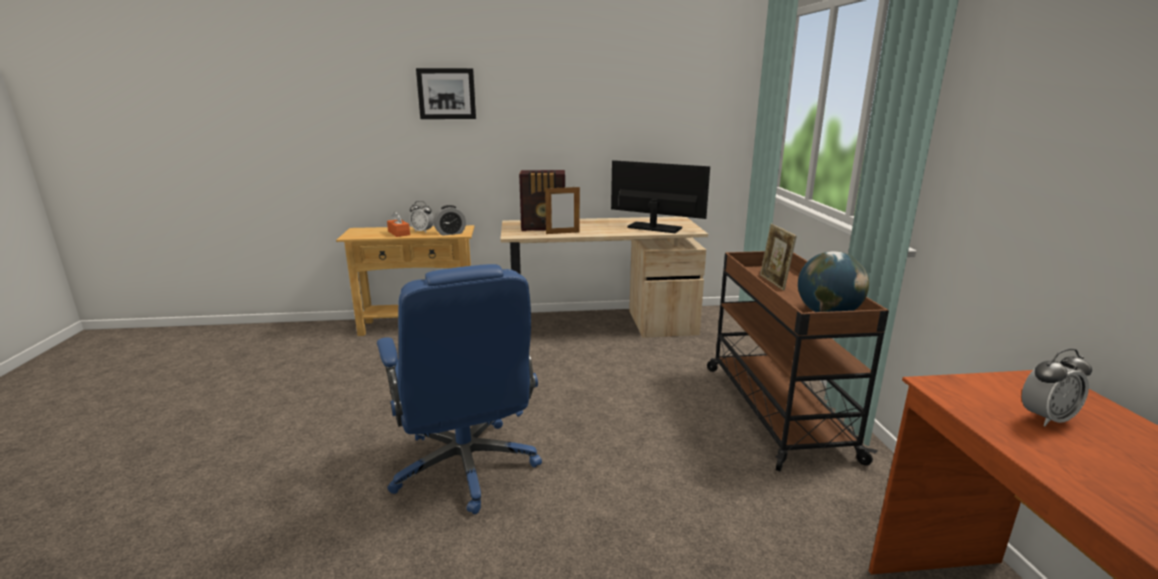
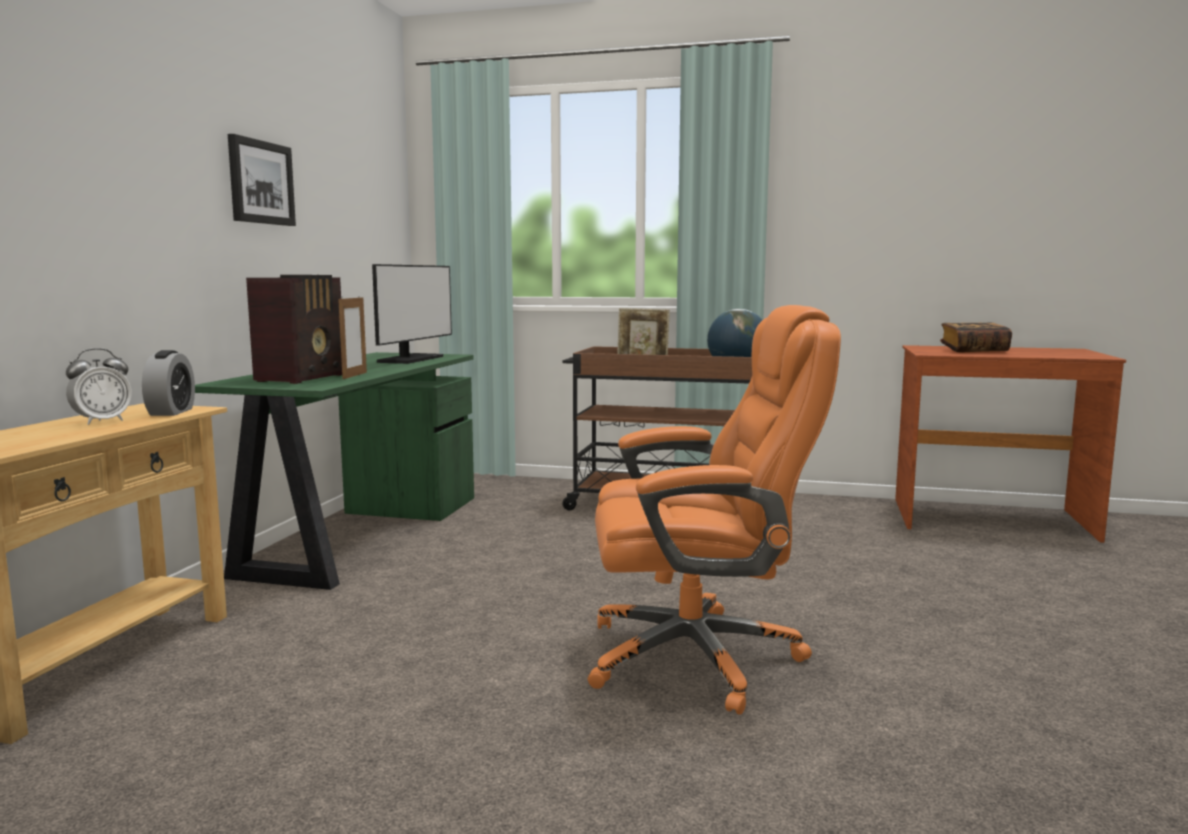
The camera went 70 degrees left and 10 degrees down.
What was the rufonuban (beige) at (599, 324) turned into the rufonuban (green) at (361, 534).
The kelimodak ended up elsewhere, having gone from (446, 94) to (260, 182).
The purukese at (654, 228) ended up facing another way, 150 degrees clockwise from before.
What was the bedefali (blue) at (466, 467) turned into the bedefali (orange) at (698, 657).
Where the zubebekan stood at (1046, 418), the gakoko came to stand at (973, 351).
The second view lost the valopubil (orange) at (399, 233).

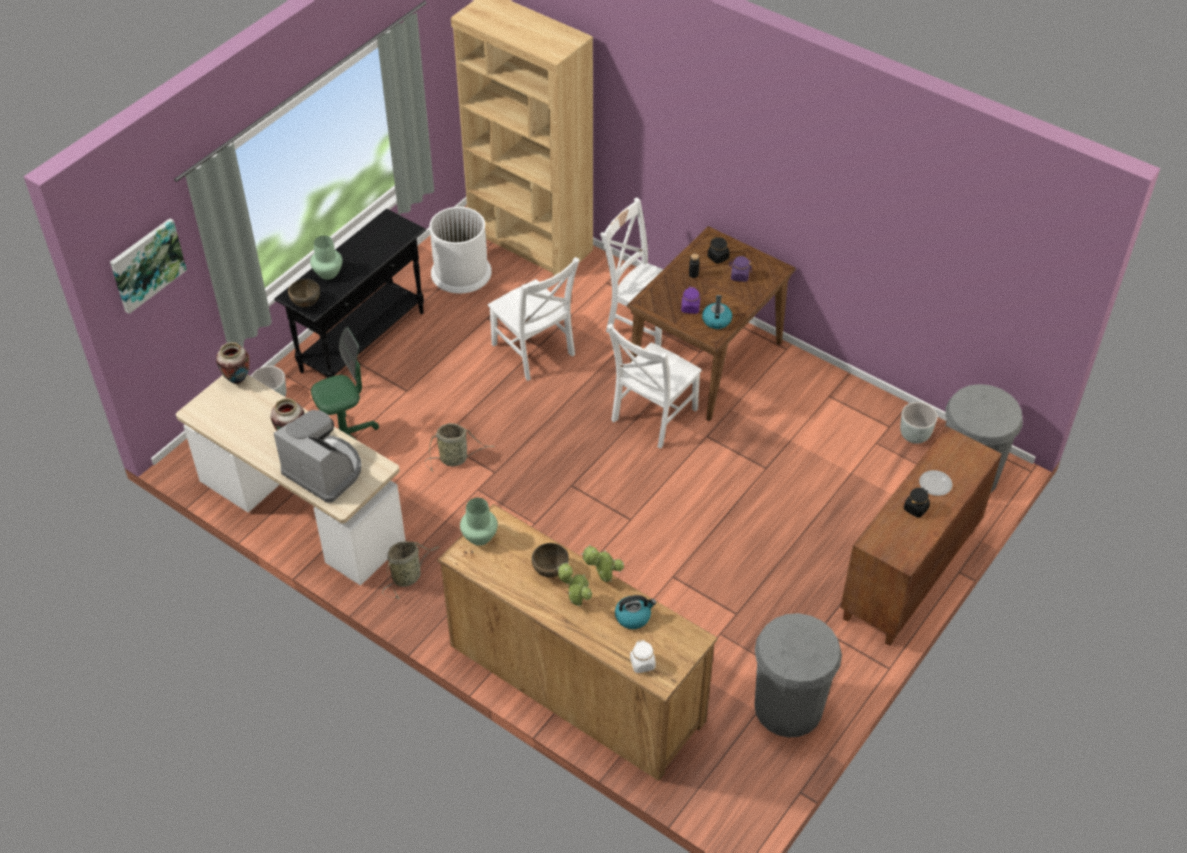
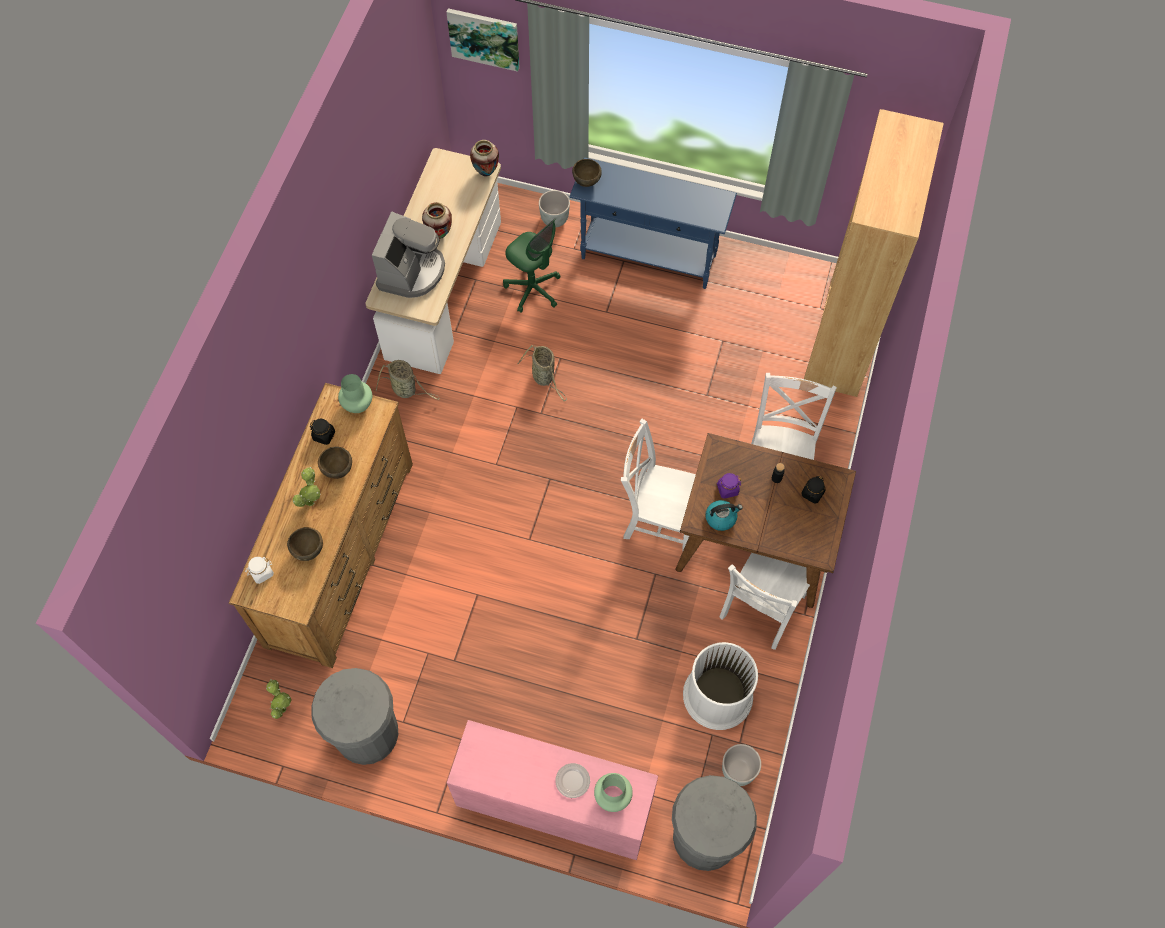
The camera went 70 degrees right and 15 degrees up.
The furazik ended up elsewhere, having gone from (603, 579) to (282, 707).
Where the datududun stood at (633, 616), the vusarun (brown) came to stand at (309, 550).
The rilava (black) ended up elsewhere, having gone from (916, 508) to (324, 435).
What was the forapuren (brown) at (910, 575) turned into the forapuren (pink) at (553, 807).
What was the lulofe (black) at (363, 341) turned into the lulofe (blue) at (649, 257).
The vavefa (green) ended up elsewhere, having gone from (328, 273) to (613, 796).
The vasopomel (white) ended up elsewhere, having gone from (461, 272) to (717, 695).
The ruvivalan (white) ended up elsewhere, having gone from (534, 352) to (760, 609).
The second view lost the rilava (purple) at (739, 276).

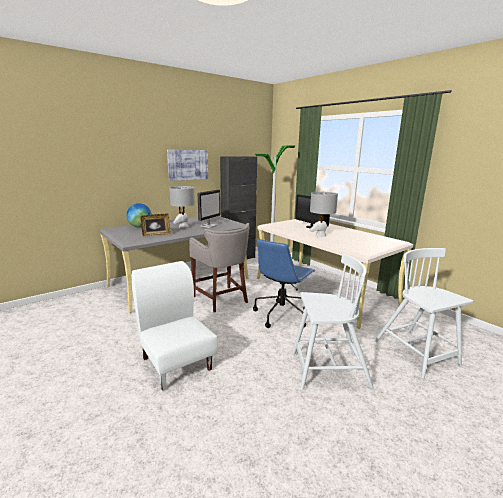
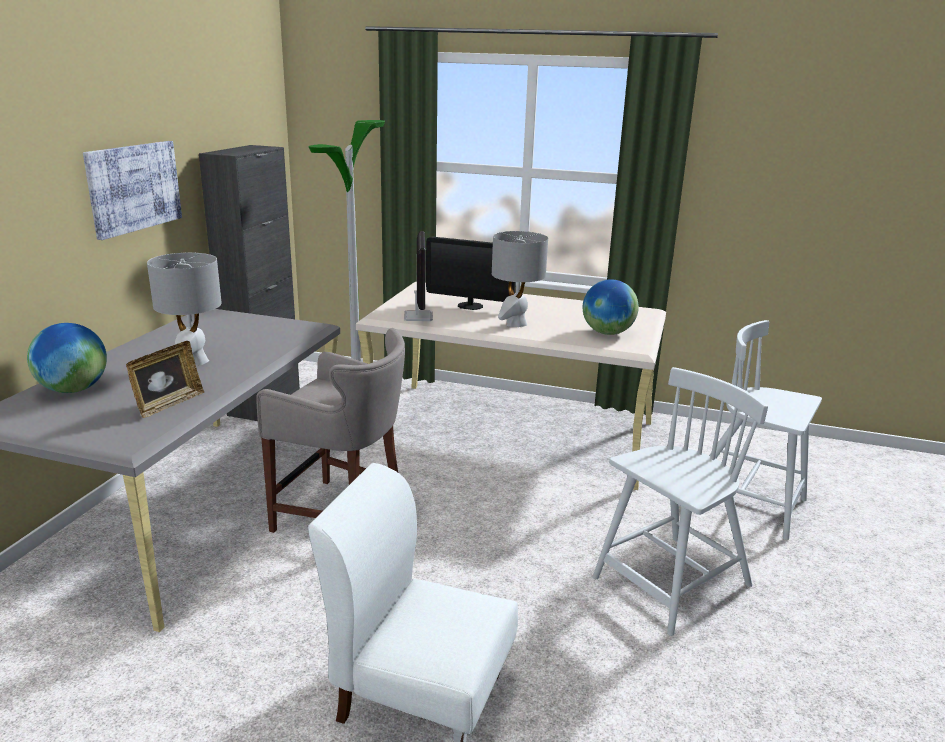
The camera went 35 degrees left and 5 degrees up.
The purukese ended up elsewhere, having gone from (208, 225) to (418, 316).
The second view gained the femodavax at (607, 333).
The second view lost the bedefali (blue) at (282, 314).

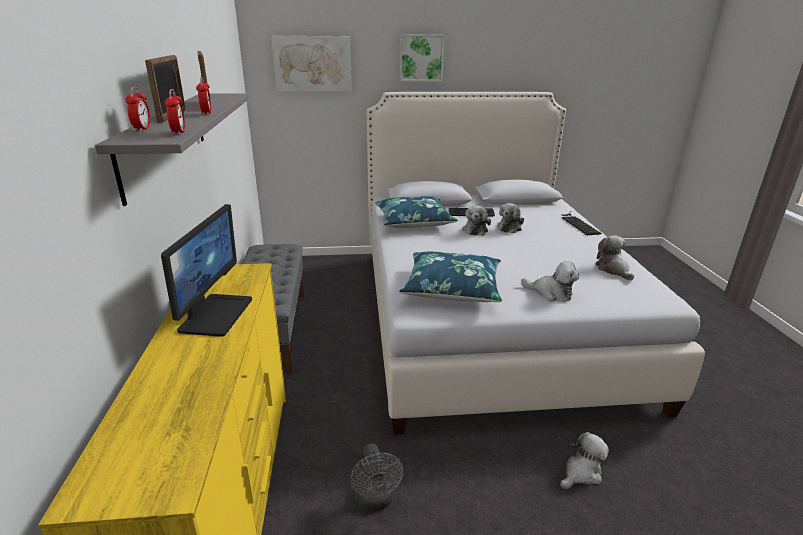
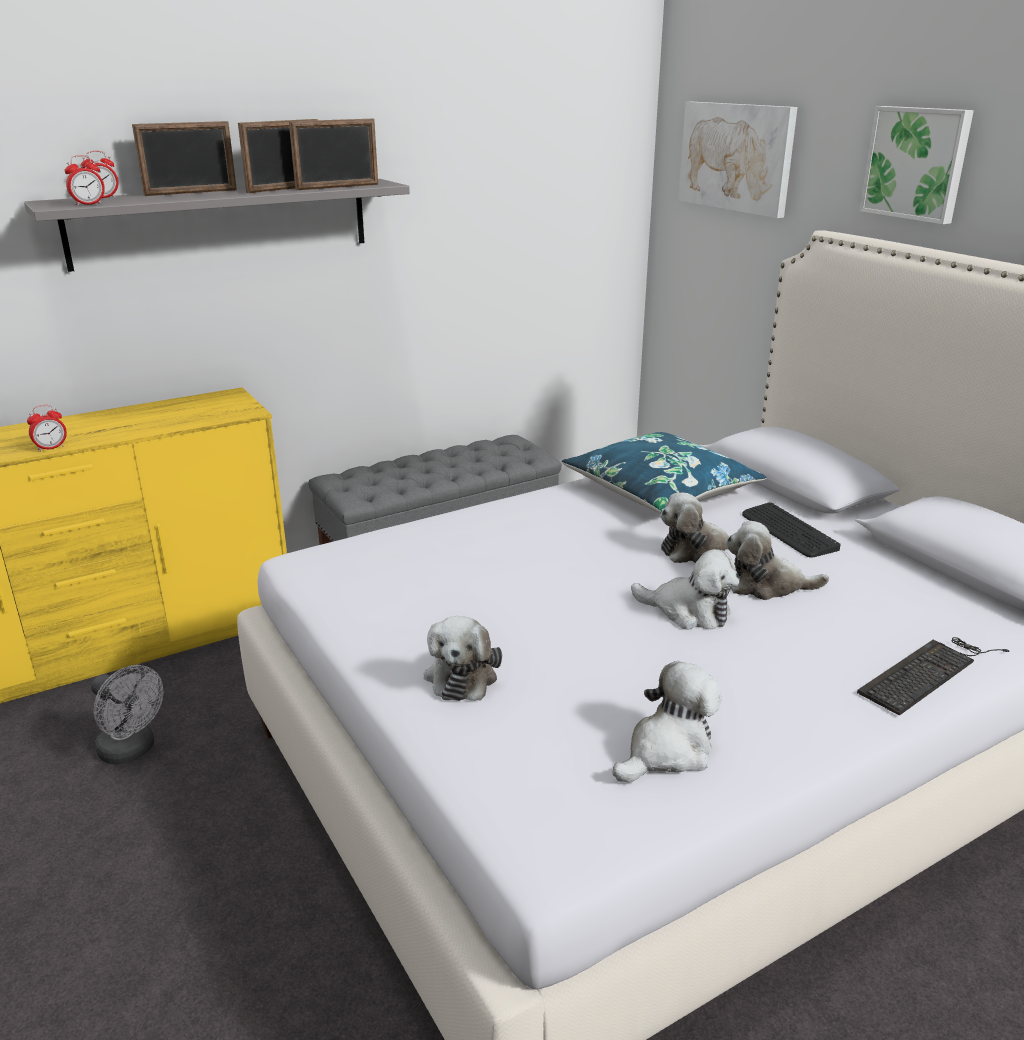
The camera went 65 degrees right and 0 degrees up.
The zubebekan ended up elsewhere, having gone from (207, 113) to (51, 448).
The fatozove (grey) at (375, 501) ended up facing another way, 105 degrees counterclockwise from before.
The second view gained the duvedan at (338, 187).
The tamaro ended up elsewhere, having gone from (581, 472) to (688, 612).
The second view lost the purukese at (215, 314).
The second view lost the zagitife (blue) at (452, 288).

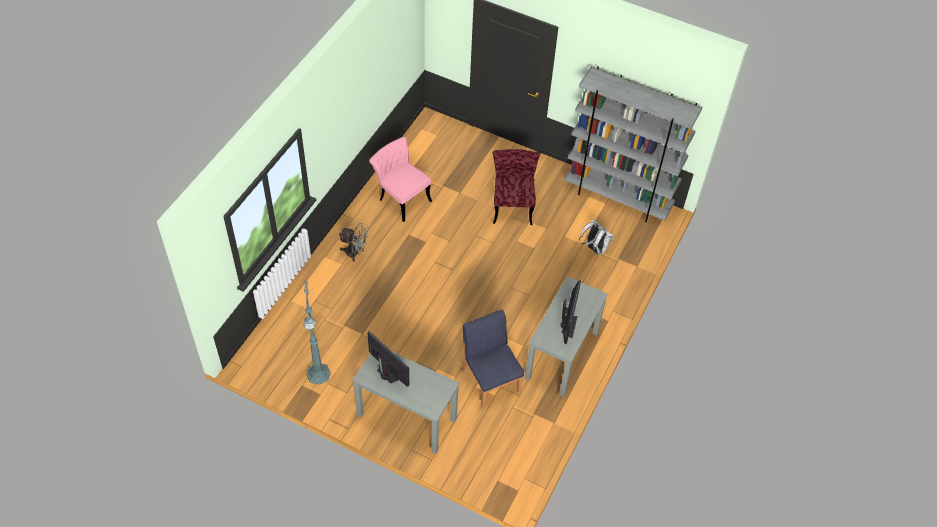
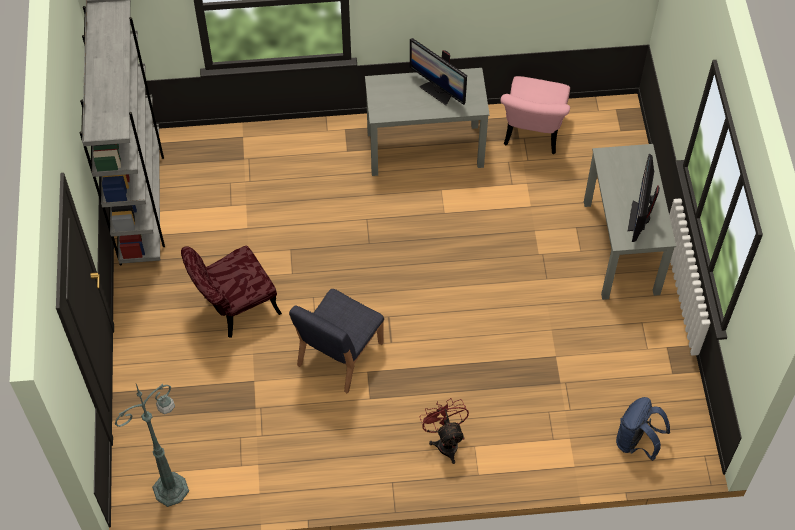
The camera went 120 degrees left and 5 degrees up.
The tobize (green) ended up elsewhere, having gone from (318, 375) to (172, 488).
The ruvivalan (blue) ended up elsewhere, having gone from (490, 380) to (339, 354).
The purukese at (568, 325) ended up facing another way, 120 degrees counterclockwise from before.
What was the fatozove (grey) at (355, 253) turned into the fatozove (red) at (446, 441).
The ruvivalan (pink) ended up elsewhere, having gone from (401, 198) to (532, 135).
The second view gained the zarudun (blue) at (637, 442).
The second view lost the zarudun (white) at (594, 248).

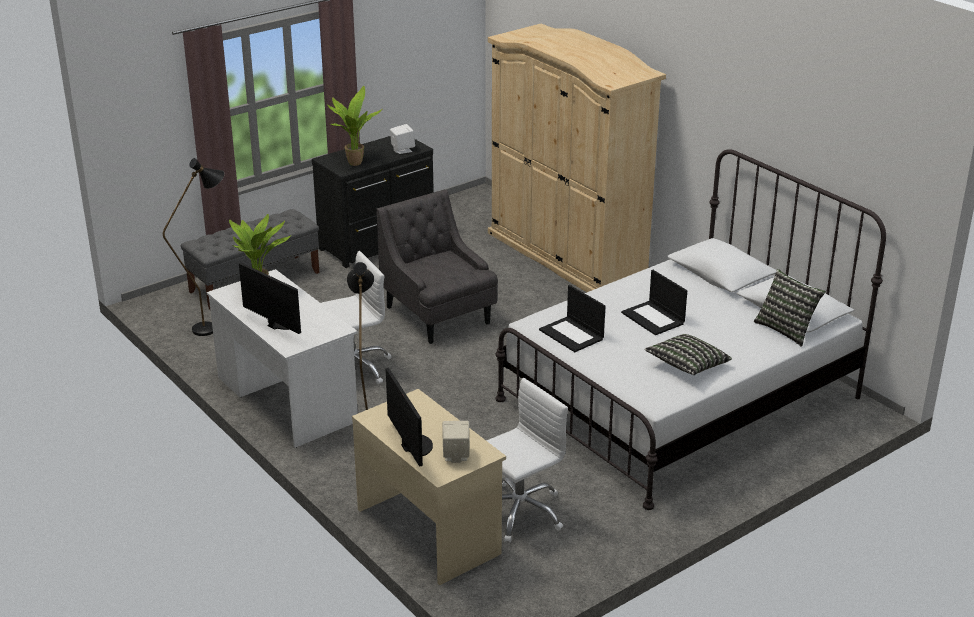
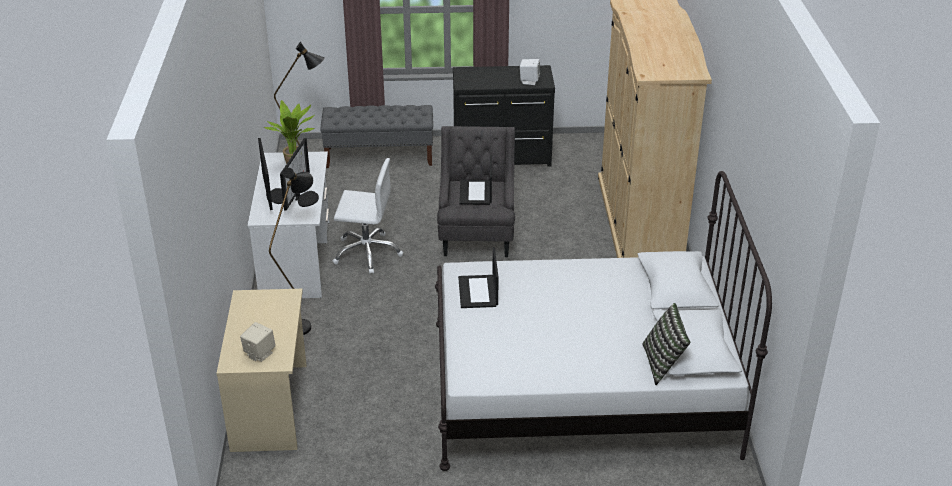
The camera went 35 degrees right and 5 degrees up.
The purukese ended up elsewhere, having gone from (413, 445) to (305, 198).
The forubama ended up elsewhere, having gone from (653, 318) to (476, 193).
The second view lost the furazik at (353, 163).
The second view lost the bedefali (white) at (519, 512).
The second view lost the zagitife at (687, 366).

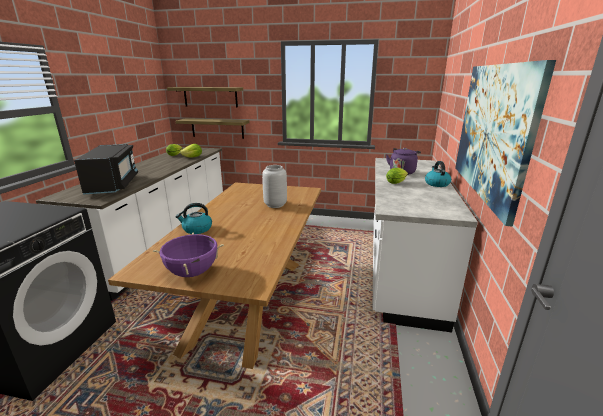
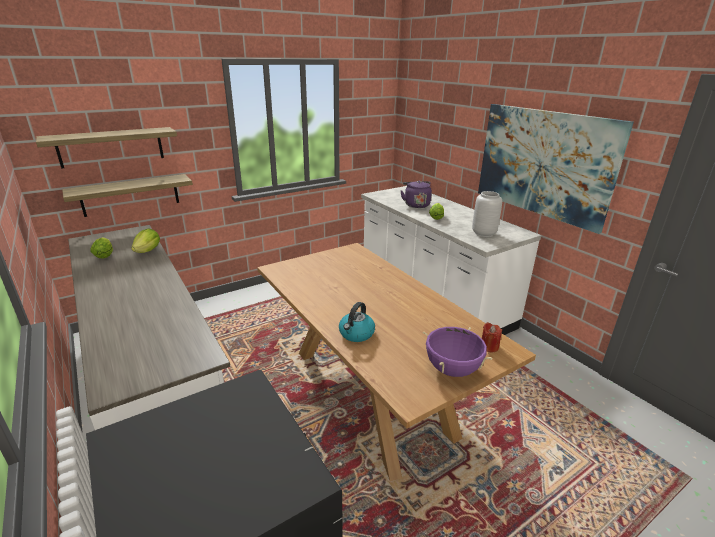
The camera went 45 degrees left and 5 degrees up.
The vavefa (grey) ended up elsewhere, having gone from (275, 205) to (484, 233).
The second view gained the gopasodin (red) at (489, 346).
The second view lost the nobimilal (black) at (113, 185).
The second view lost the datududun at (436, 184).

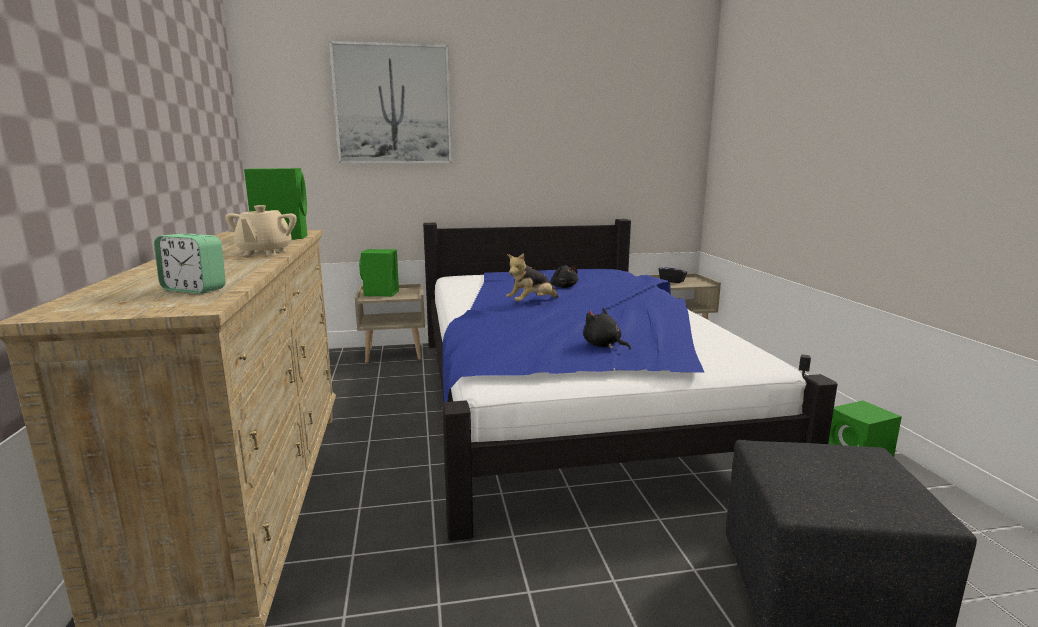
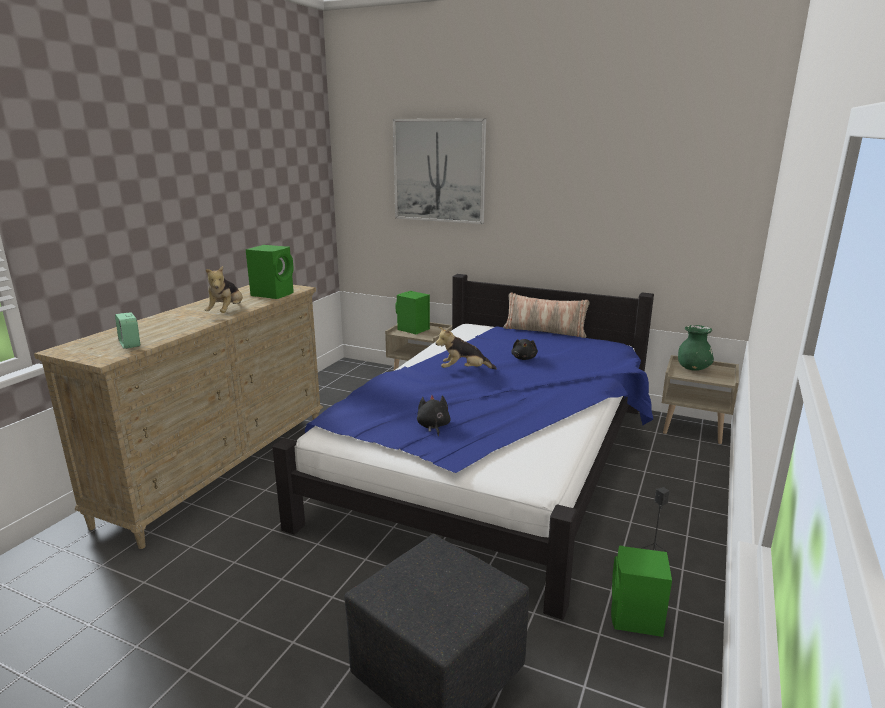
The camera went 35 degrees right and 5 degrees up.
Where the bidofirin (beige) stood at (264, 253), the tamaro came to stand at (226, 312).
The second view gained the zagitife at (545, 331).
Where the valopubil (black) stood at (672, 281), the vavefa (green) came to stand at (692, 369).

